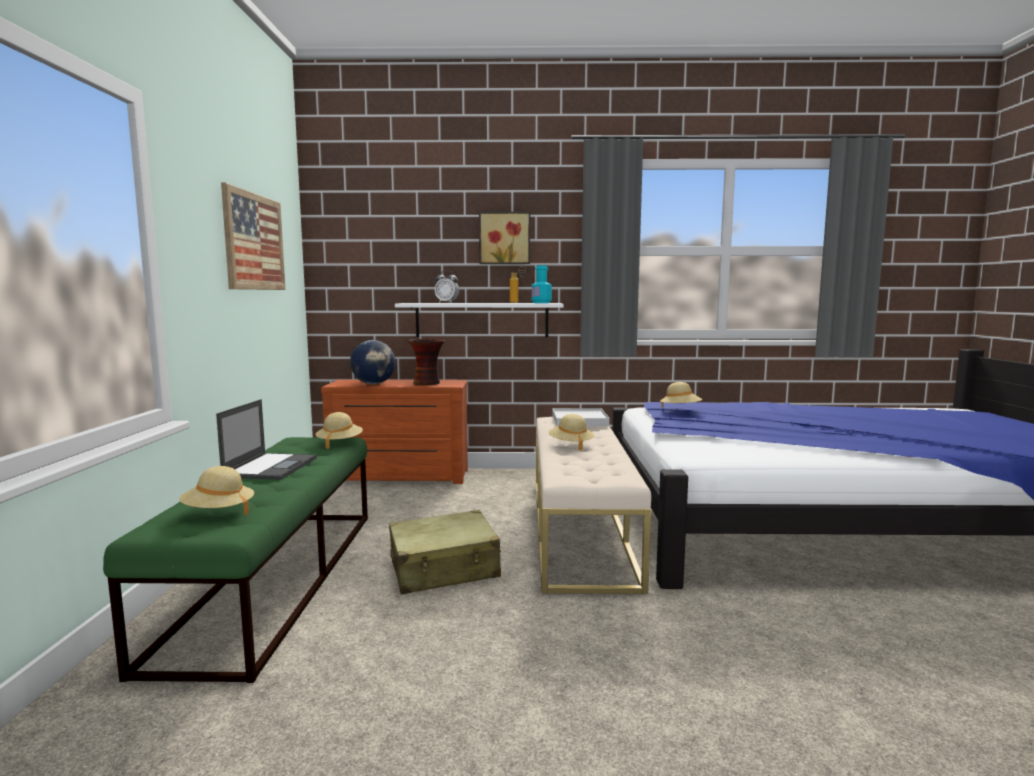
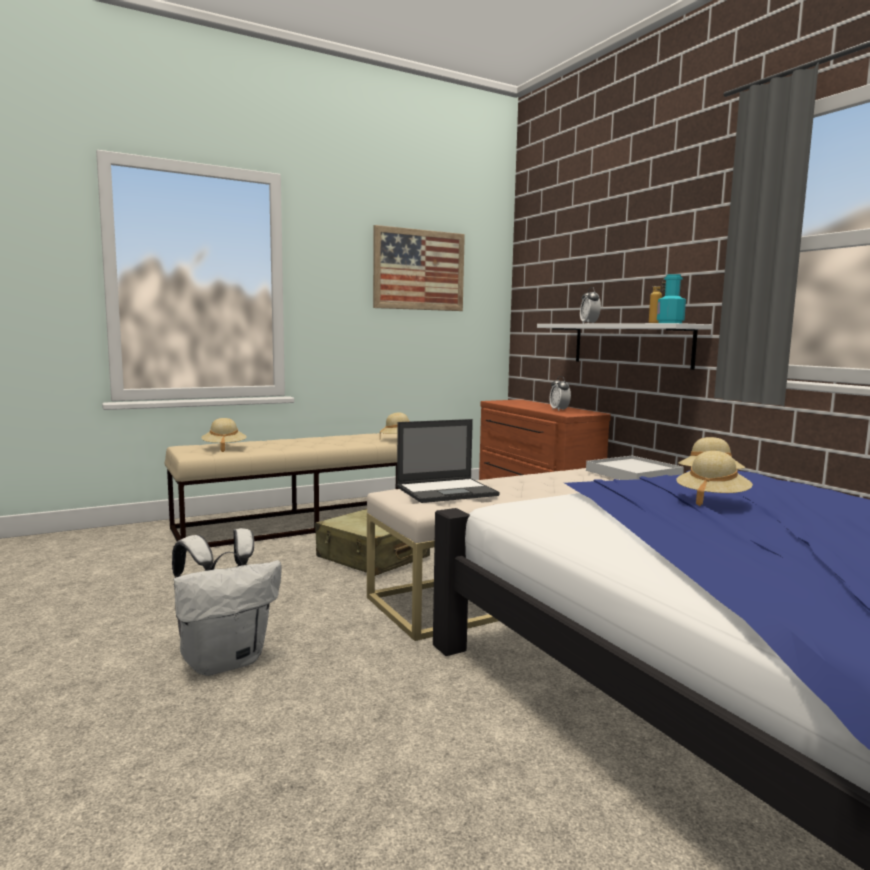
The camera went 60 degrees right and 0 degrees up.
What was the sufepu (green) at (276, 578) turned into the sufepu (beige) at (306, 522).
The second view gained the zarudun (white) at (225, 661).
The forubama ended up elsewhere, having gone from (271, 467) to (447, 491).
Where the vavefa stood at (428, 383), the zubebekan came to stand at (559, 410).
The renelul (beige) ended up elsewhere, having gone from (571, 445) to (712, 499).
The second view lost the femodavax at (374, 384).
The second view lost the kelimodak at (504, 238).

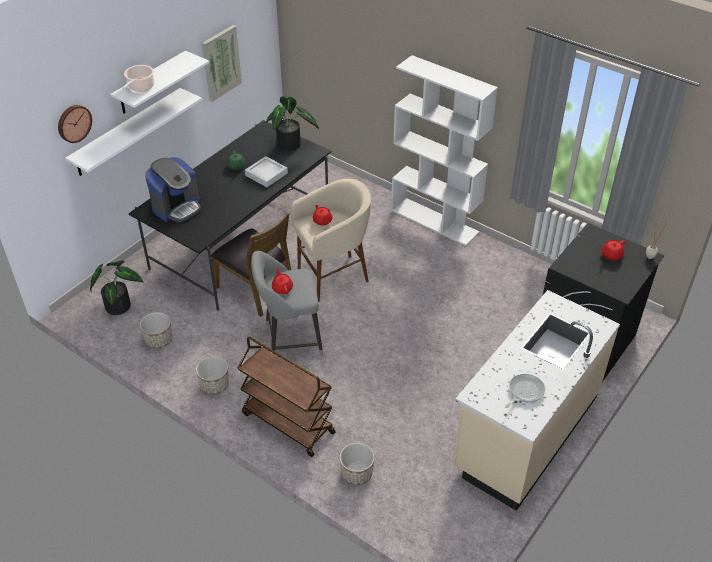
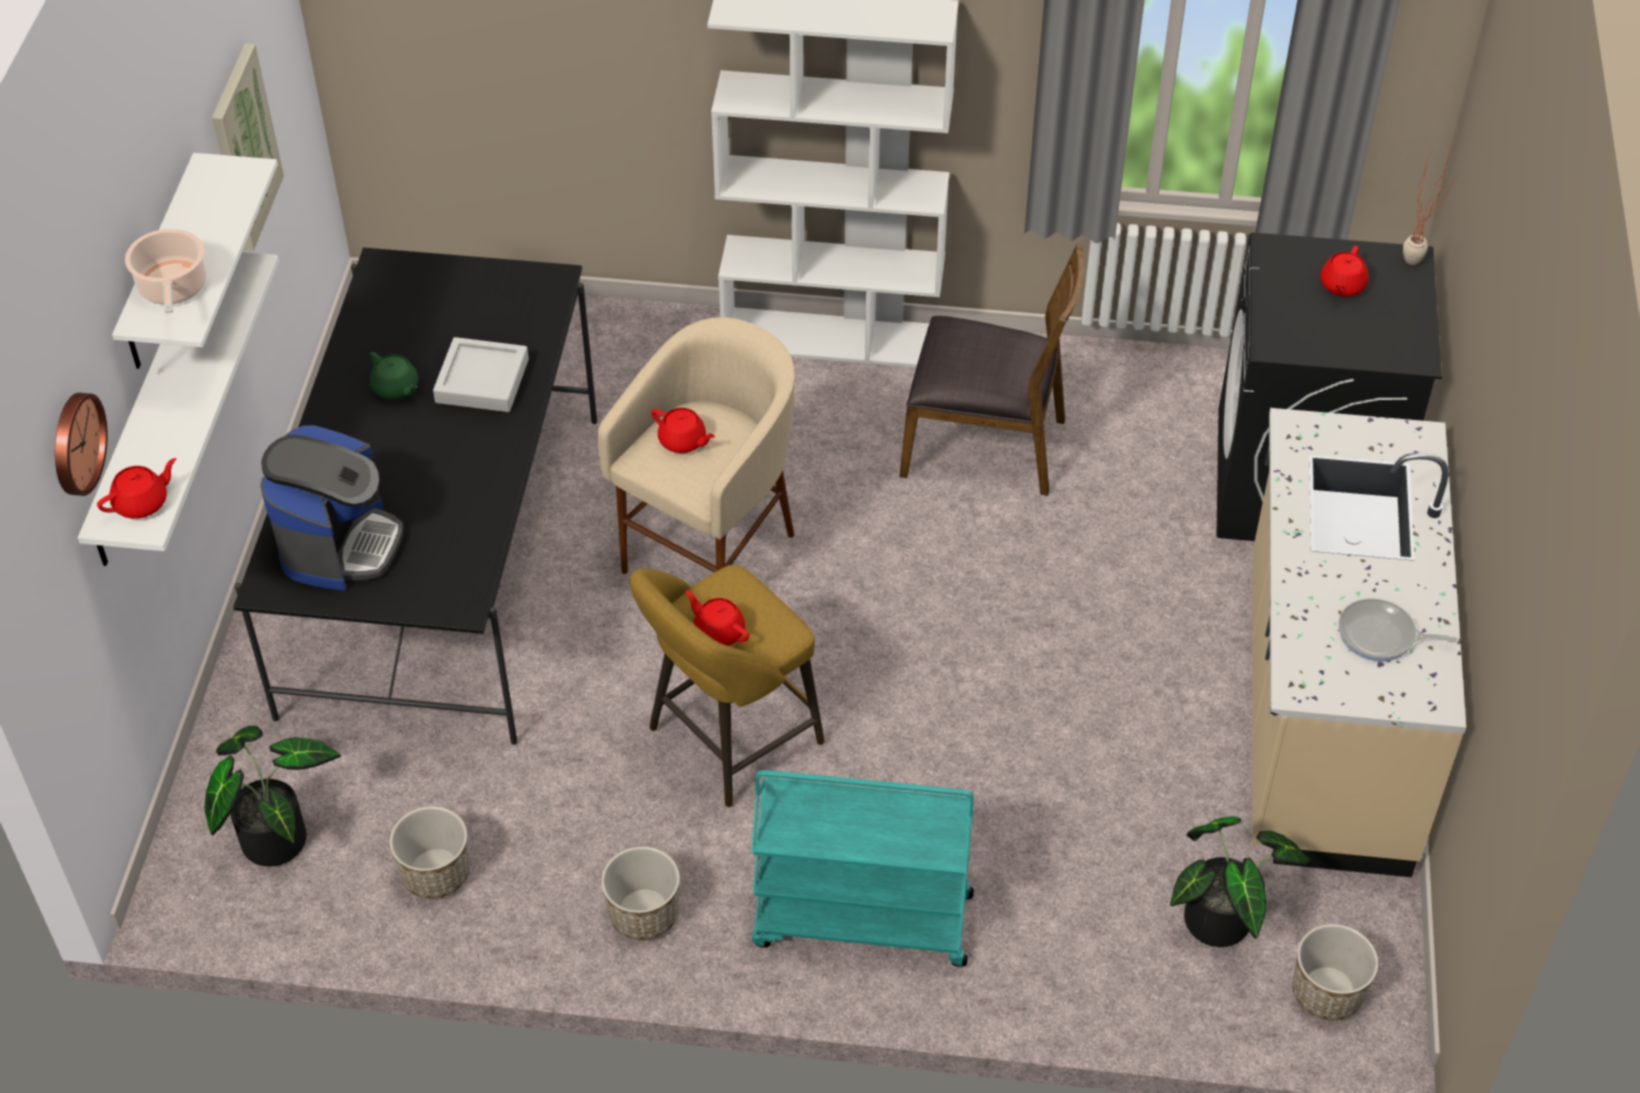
The camera went 30 degrees left and 5 degrees up.
The second view gained the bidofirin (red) at (142, 503).
What was the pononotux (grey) at (289, 341) turned into the pononotux (yellow) at (728, 741).
What was the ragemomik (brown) at (287, 423) turned into the ragemomik (turquoise) at (861, 921).
The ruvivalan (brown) ended up elsewhere, having gone from (256, 289) to (985, 445).
The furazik ended up elsewhere, having gone from (291, 145) to (1226, 921).
The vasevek ended up elsewhere, having gone from (356, 473) to (1326, 993).
The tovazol at (524, 391) ended up facing another way, 90 degrees counterclockwise from before.

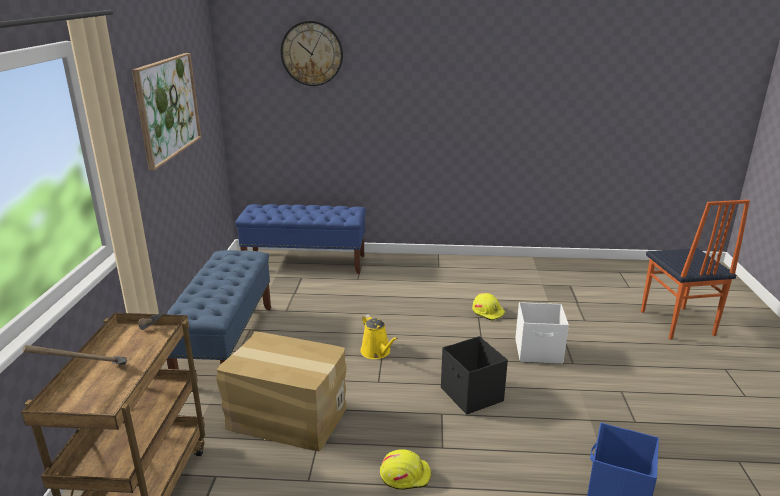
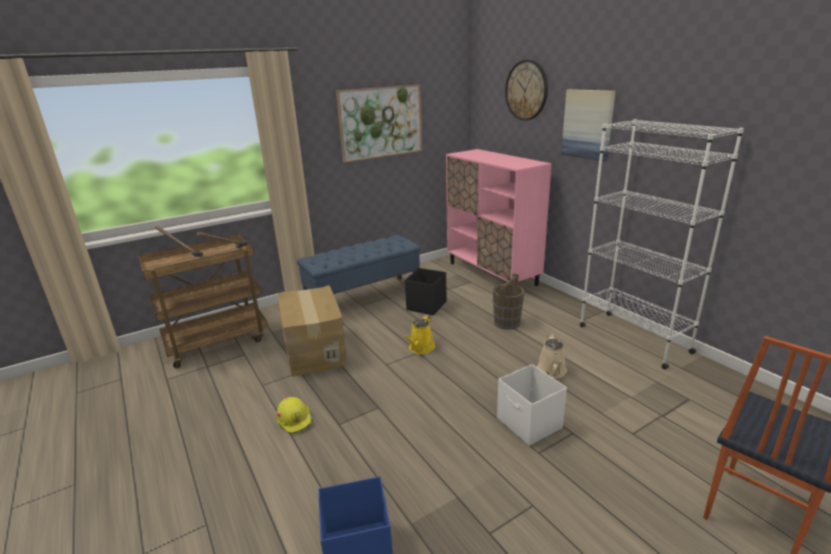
The camera went 55 degrees right and 0 degrees up.
The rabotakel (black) ended up elsewhere, having gone from (471, 395) to (426, 306).
Where the sufepu (blue) stood at (305, 262), the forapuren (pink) came to stand at (492, 274).
The second view gained the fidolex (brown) at (507, 322).
Where the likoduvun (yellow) stood at (488, 312), the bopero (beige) came to stand at (552, 371).
The second view gained the kelimodak at (588, 124).
The second view gained the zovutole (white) at (633, 338).

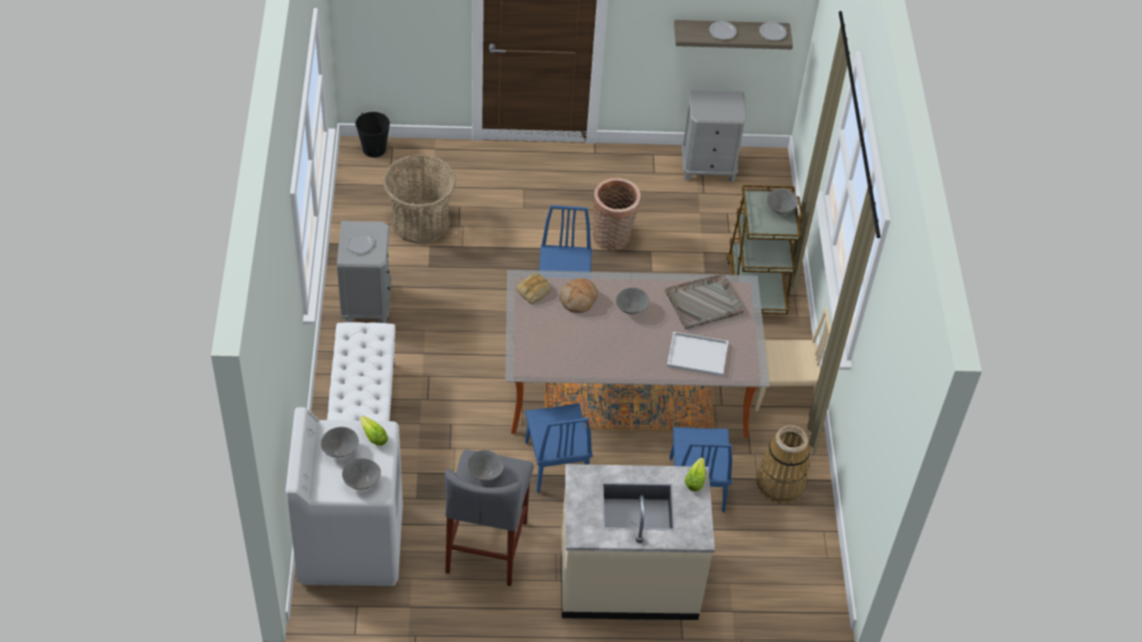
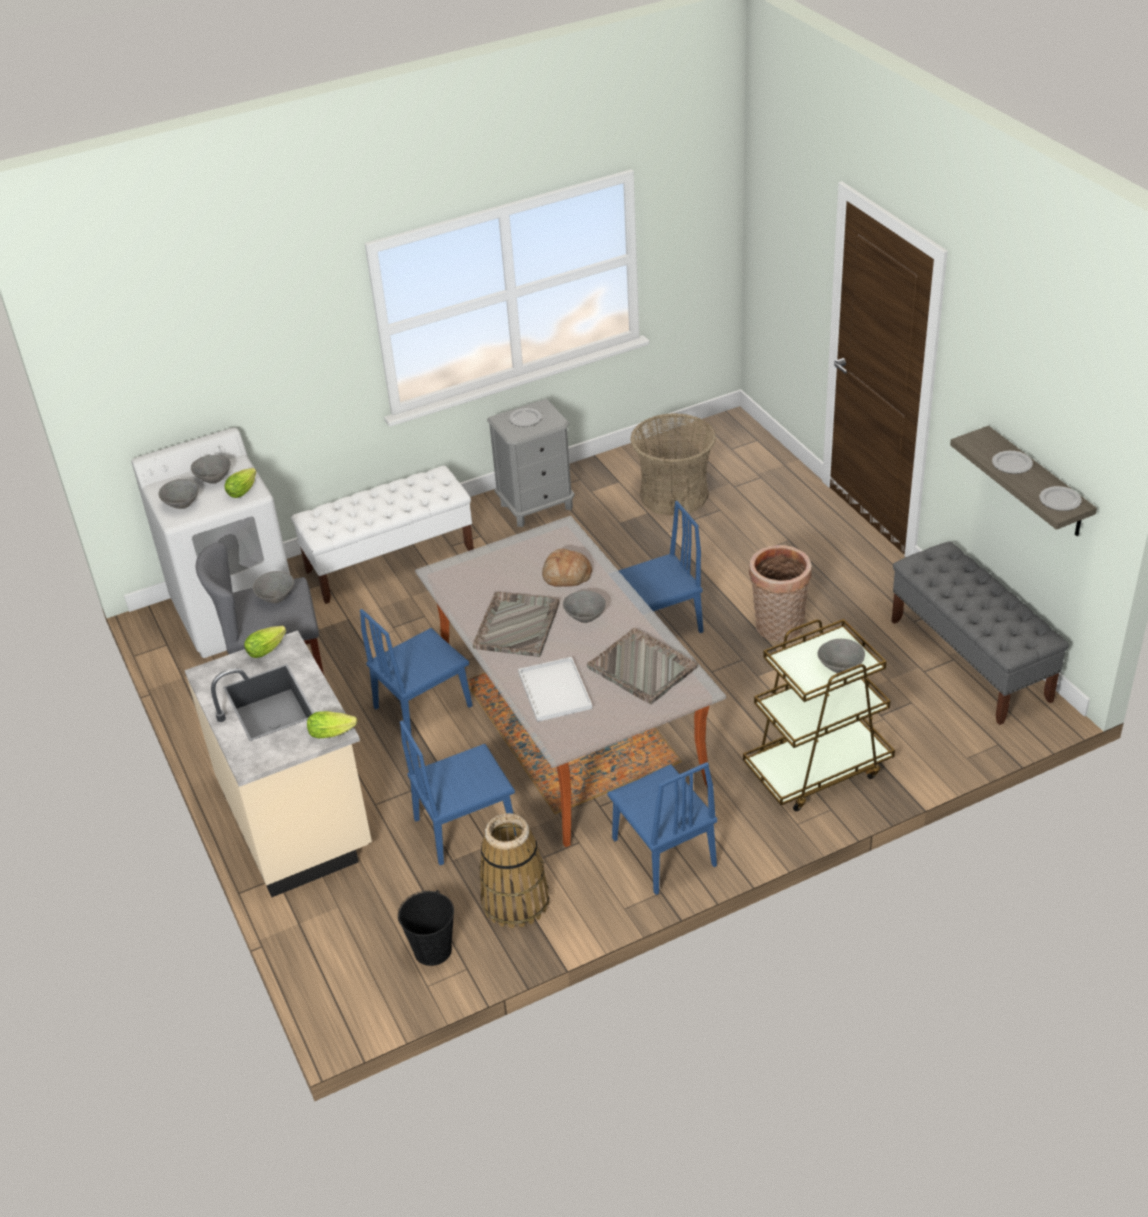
The camera went 70 degrees right and 10 degrees down.
The second view gained the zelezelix at (268, 648).
The fidolex (black) ended up elsewhere, having gone from (374, 149) to (433, 950).
The second view gained the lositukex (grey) at (517, 625).
What was the ruvivalan (beige) at (782, 390) turned into the ruvivalan (blue) at (663, 852).
Where the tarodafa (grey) stood at (708, 167), the sufepu (grey) came to stand at (970, 660).
The second view lost the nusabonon at (533, 291).

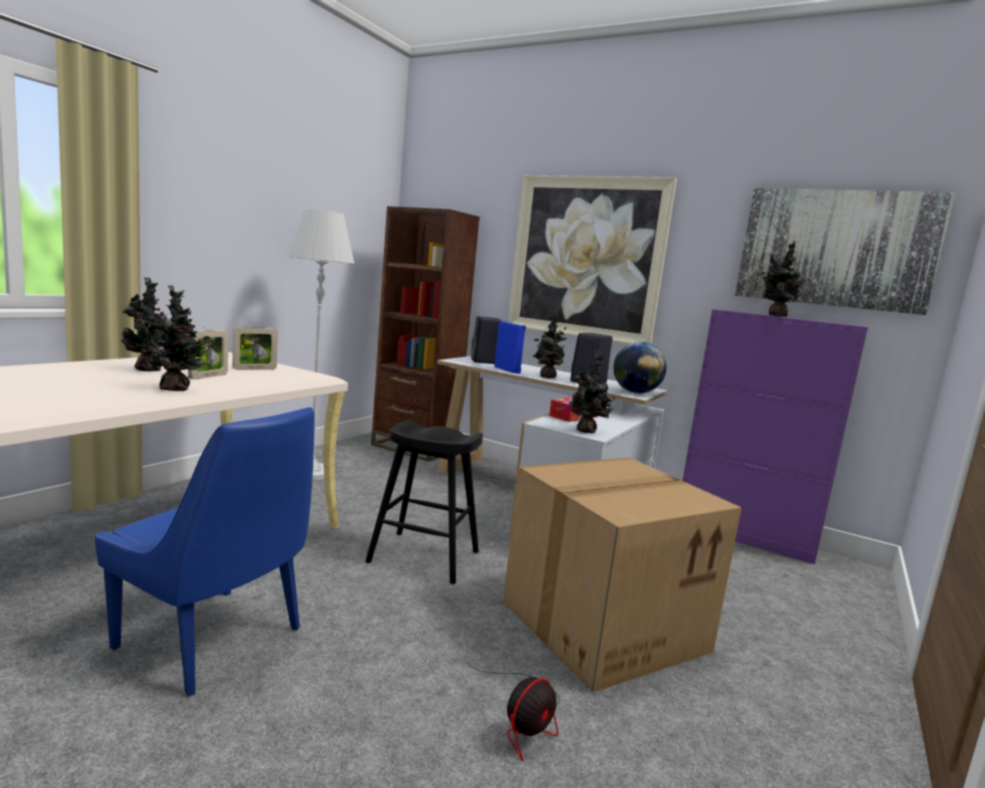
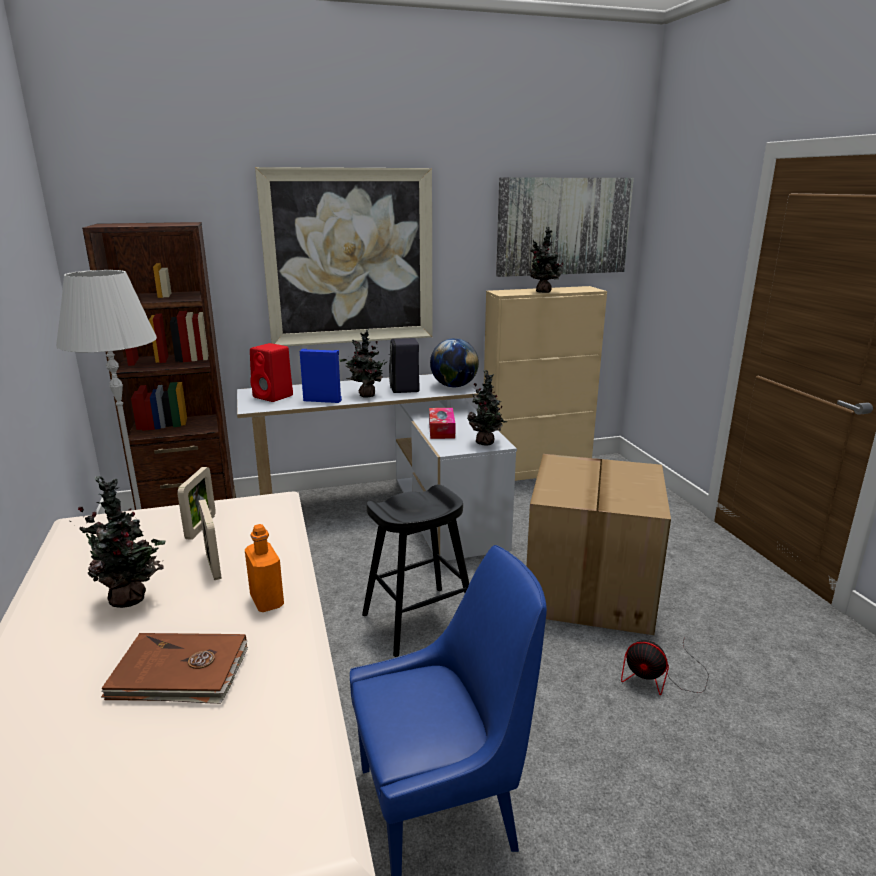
The camera went 45 degrees left and 10 degrees up.
The second view gained the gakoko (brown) at (180, 673).
Where the furazik stood at (177, 389), the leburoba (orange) came to stand at (267, 601).
What was the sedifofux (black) at (484, 362) turned into the sedifofux (red) at (274, 396).
What was the forapuren (purple) at (744, 537) turned into the forapuren (beige) at (536, 470).
The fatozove at (525, 718) ended up facing another way, 120 degrees clockwise from before.

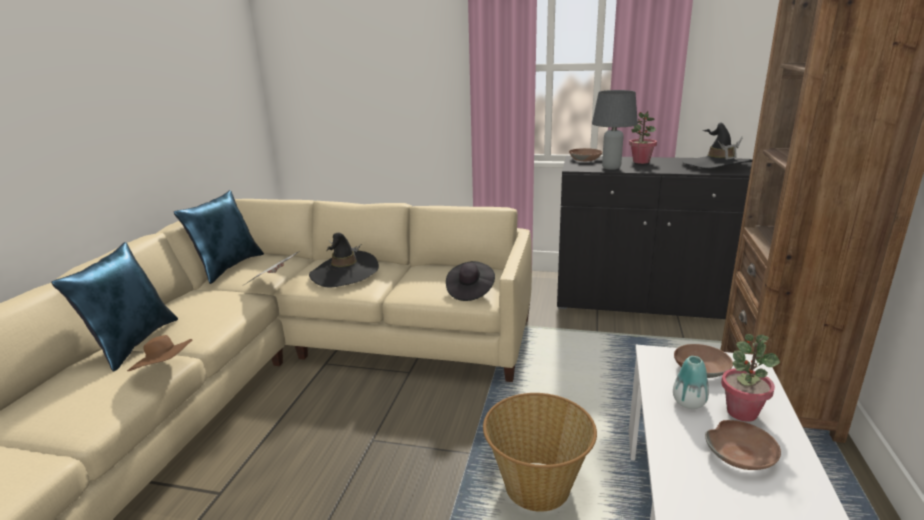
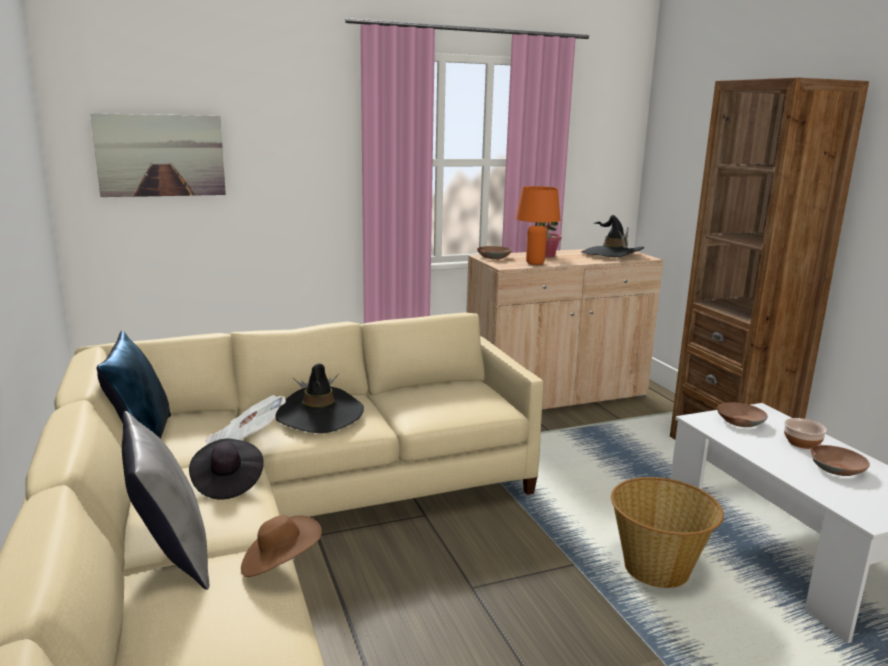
The camera went 35 degrees left and 5 degrees down.
The second view gained the kelimodak at (161, 155).
What was the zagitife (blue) at (133, 343) turned into the zagitife (grey) at (170, 555).
The renelul (black) ended up elsewhere, having gone from (470, 291) to (227, 483).
What was the forapuren (black) at (644, 301) turned into the forapuren (beige) at (555, 395).
What was the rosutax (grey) at (611, 168) turned into the rosutax (orange) at (534, 263).
Where the furazik stood at (742, 412), the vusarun came to stand at (801, 442).
The second view lost the vavefa at (688, 403).

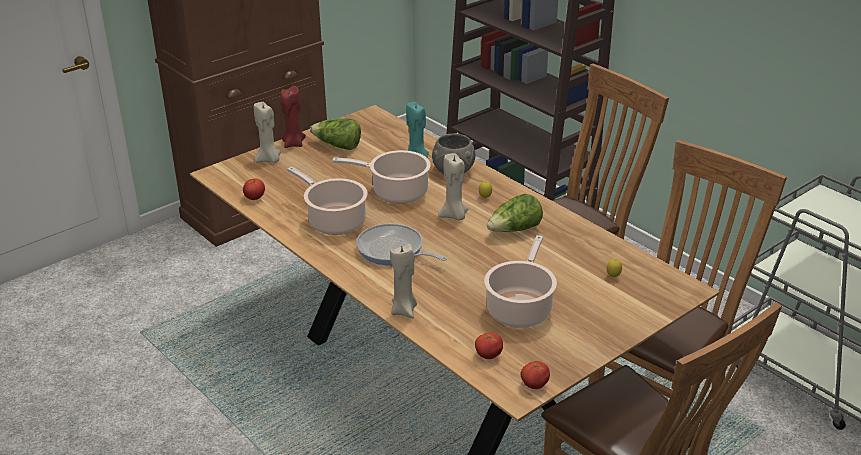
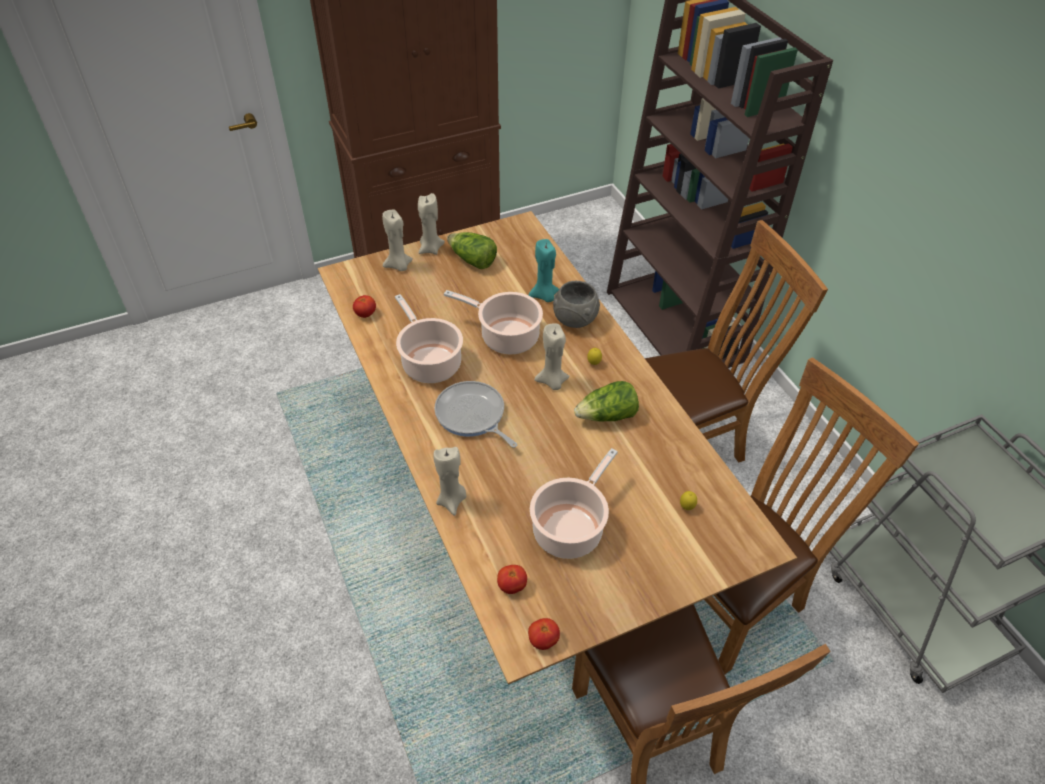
The camera went 15 degrees right and 15 degrees up.
What was the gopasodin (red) at (293, 144) turned into the gopasodin (beige) at (430, 249).

